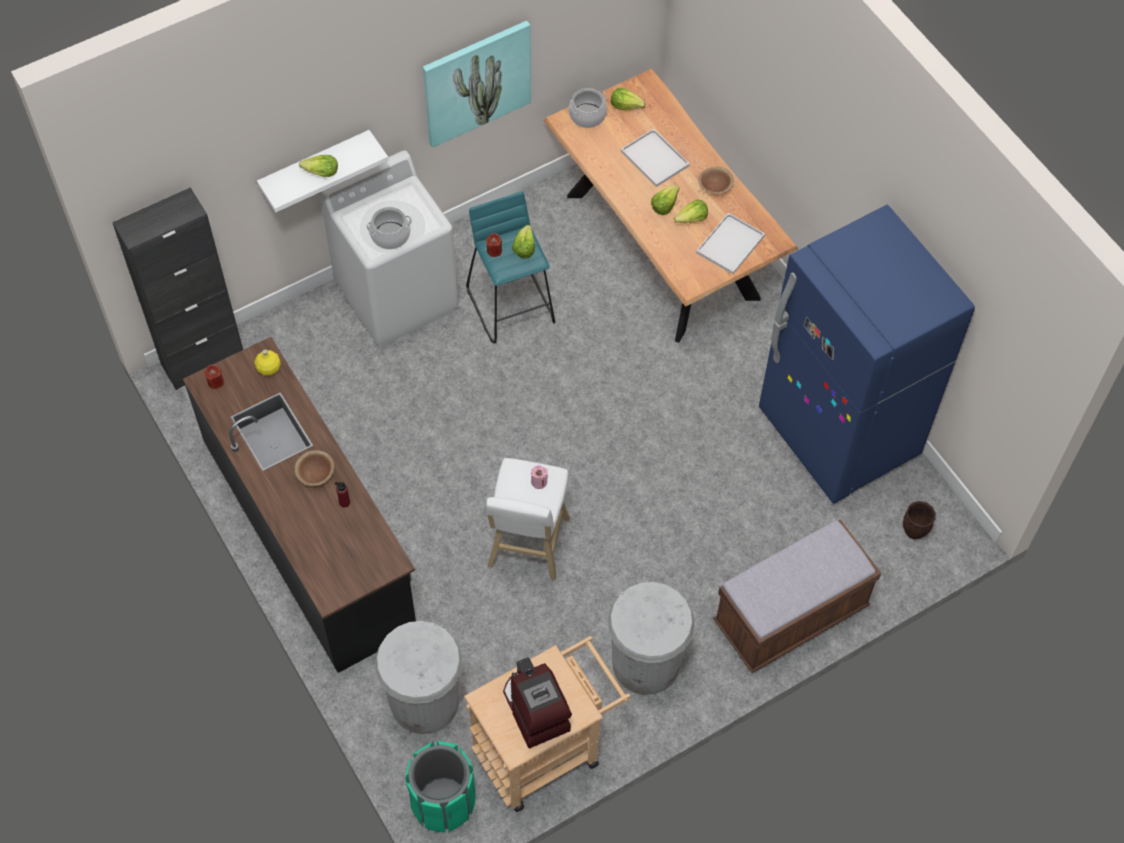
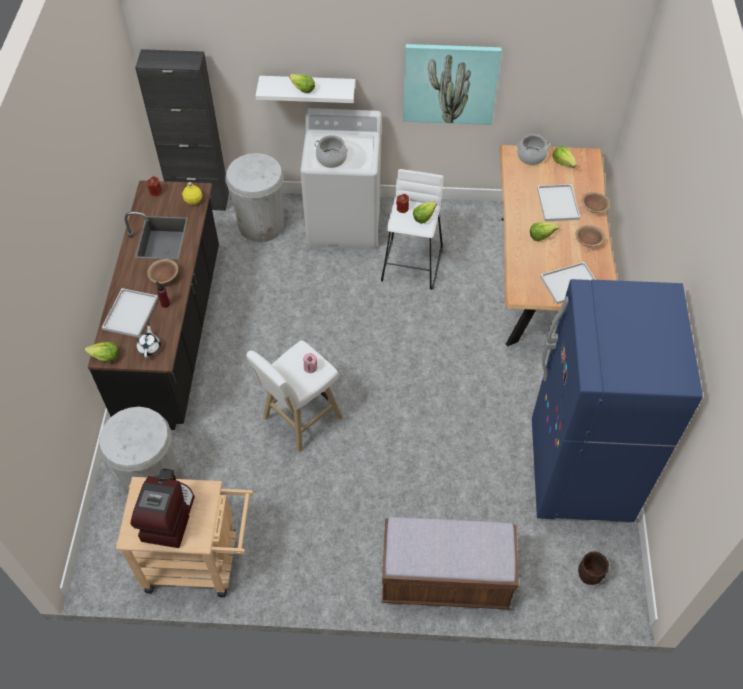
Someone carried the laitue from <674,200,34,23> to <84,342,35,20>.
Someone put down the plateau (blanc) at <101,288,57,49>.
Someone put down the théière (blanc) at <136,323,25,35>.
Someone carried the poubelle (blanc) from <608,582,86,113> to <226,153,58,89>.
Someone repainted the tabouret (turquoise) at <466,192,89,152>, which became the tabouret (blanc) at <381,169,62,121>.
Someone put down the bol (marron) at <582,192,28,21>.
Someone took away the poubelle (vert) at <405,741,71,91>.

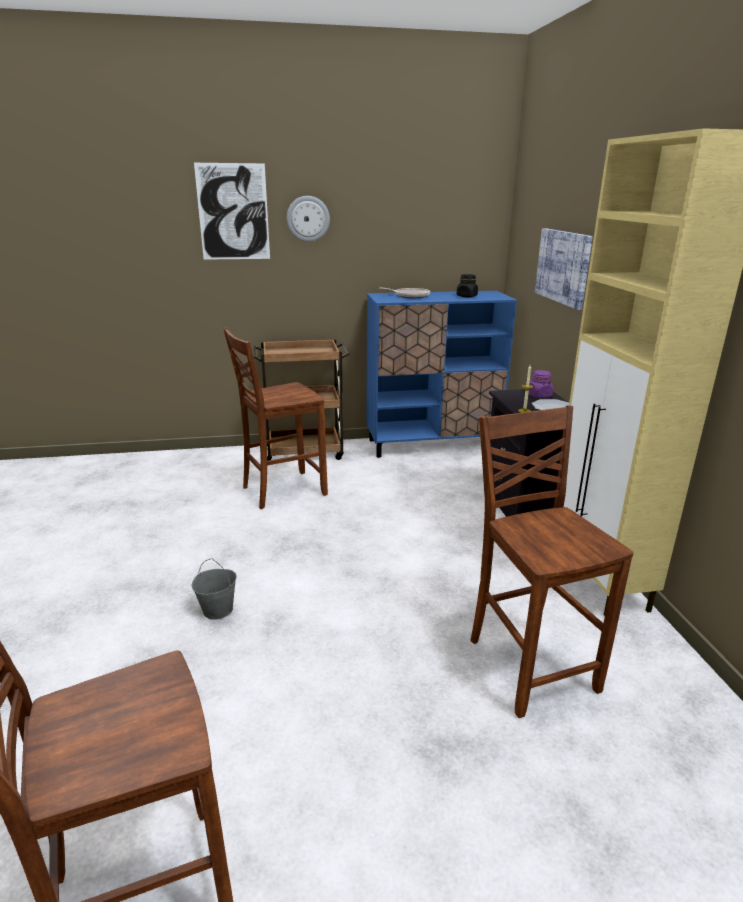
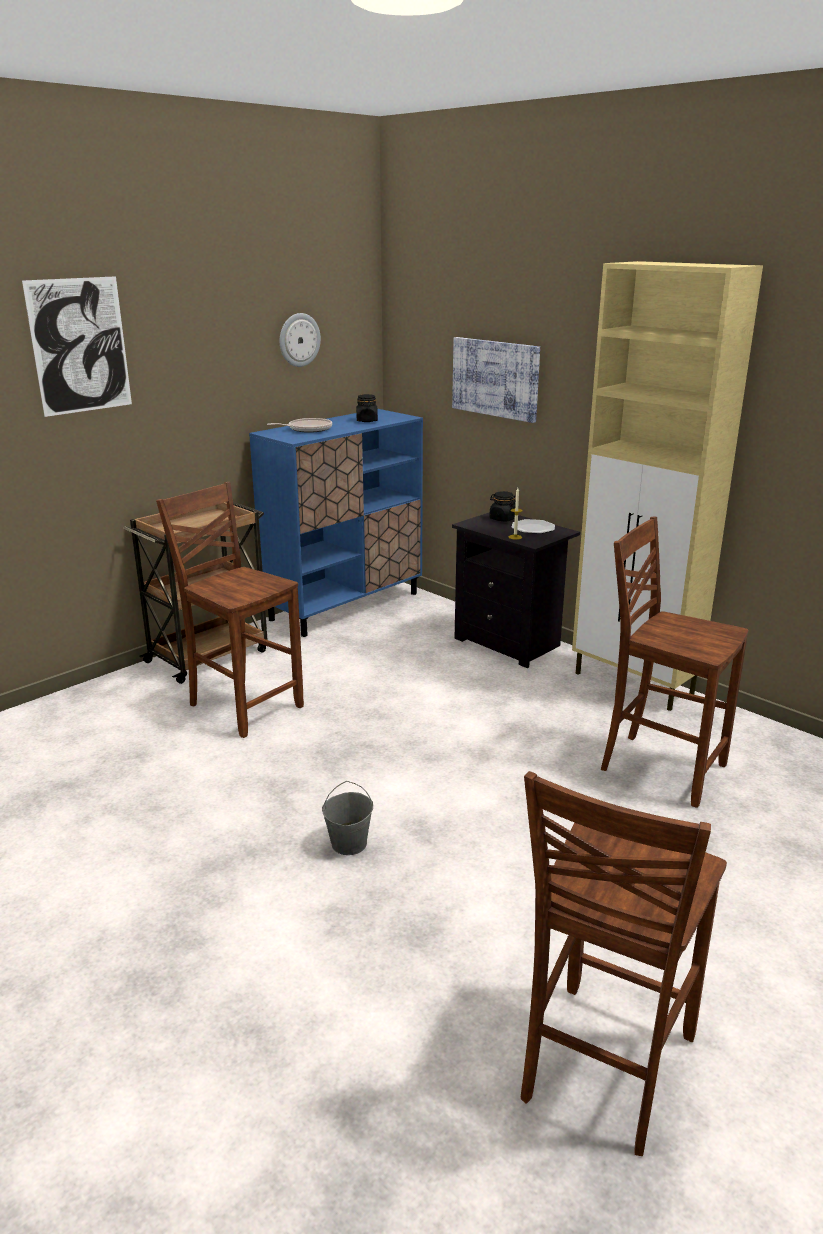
Someone rotated the chaise (marron) at <223,327,105,182> by 105 degrees clockwise.
Someone carried the horloge murale from <287,196,43,46> to <280,313,41,54>.
Someone repainted the bocal (violet) at <528,370,25,28>, which became the bocal (noir) at <489,491,27,31>.

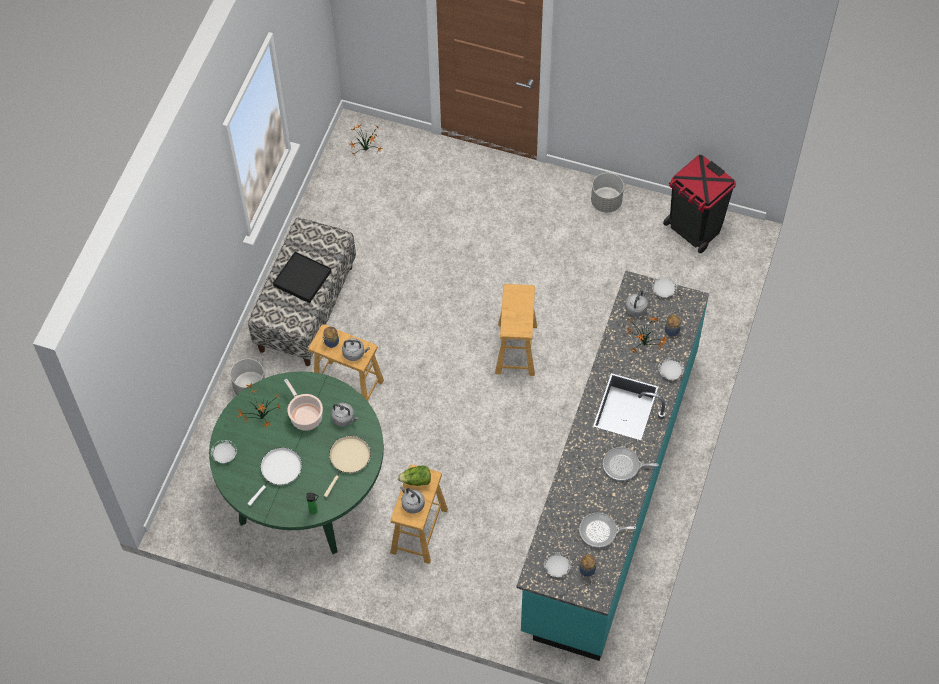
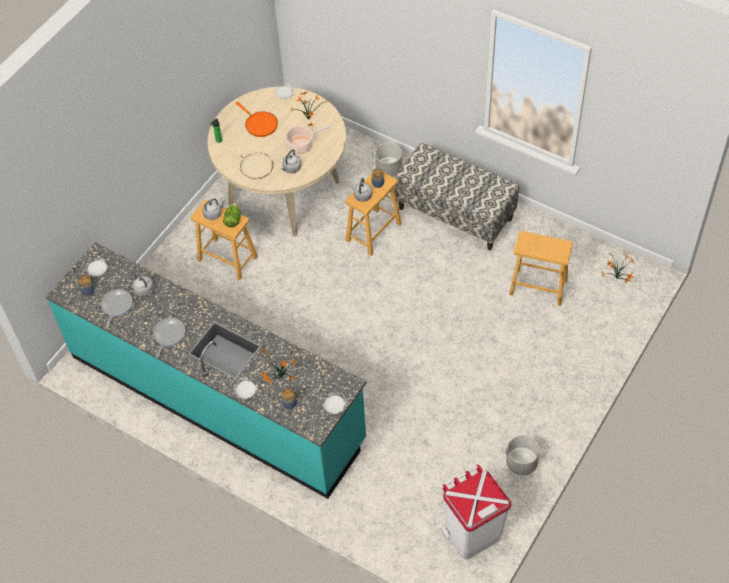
Someone carried the bouilloire (gris) from <625,288,23,29> to <132,273,22,24>.
Someone repainted the table à manger (vert) at <209,372,175,182>, which became the table à manger (beige) at <208,87,138,149>.
Someone repainted the poêle (blanc) at <247,447,55,59>, which became the poêle (orange) at <236,102,42,35>.
Someone repainted the poubelle (noir) at <663,155,73,98>, which became the poubelle (blanc) at <441,464,70,96>.
Someone carried the tabouret (marron) from <495,284,42,92> to <509,231,64,75>.
Someone took away the plateau (noir) at <273,252,58,51>.

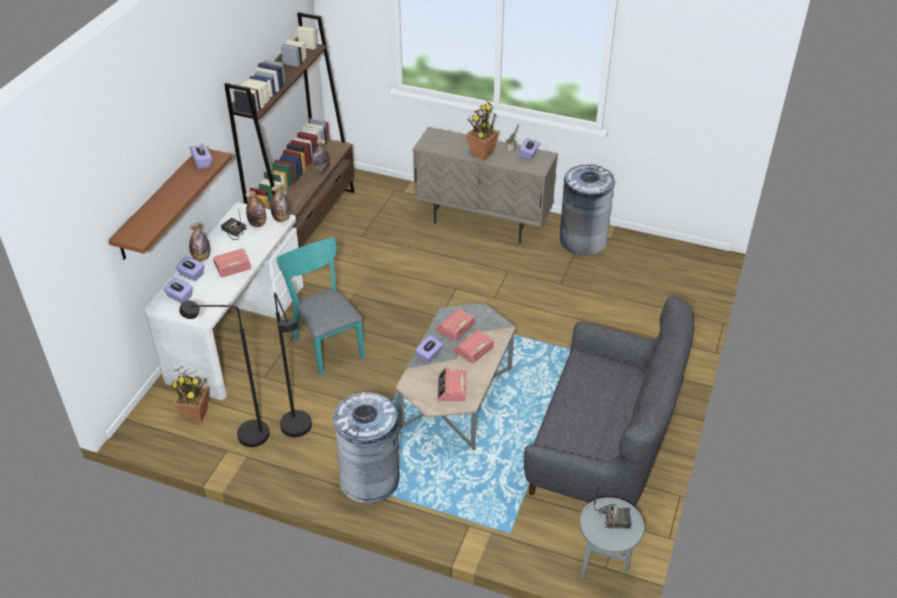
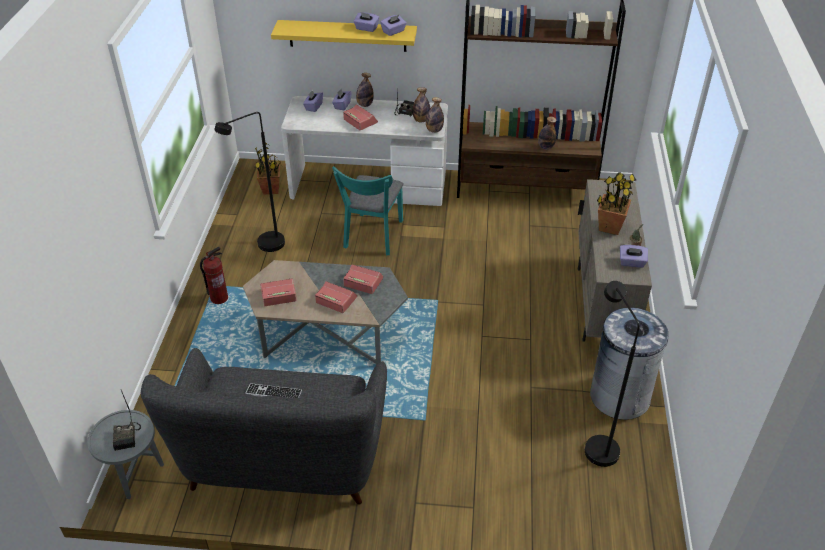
Someone swapped the poubelle (gris) at <333,392,66,112> for the extincteur at <200,247,28,57>.
Someone put down the clavier at <245,383,57,15>.
Someone repainted the étagère (marron) at <108,149,124,111>, which became the étagère (jaune) at <271,20,146,32>.
Someone rotated the chaise (turquoise) at <276,238,89,138> by 150 degrees clockwise.
Someone carried the boîte à mouchoirs (violet) from <415,335,28,28> to <353,12,26,20>.
Someone carried the lampadaire (noir) from <179,300,91,147> to <585,281,55,186>.

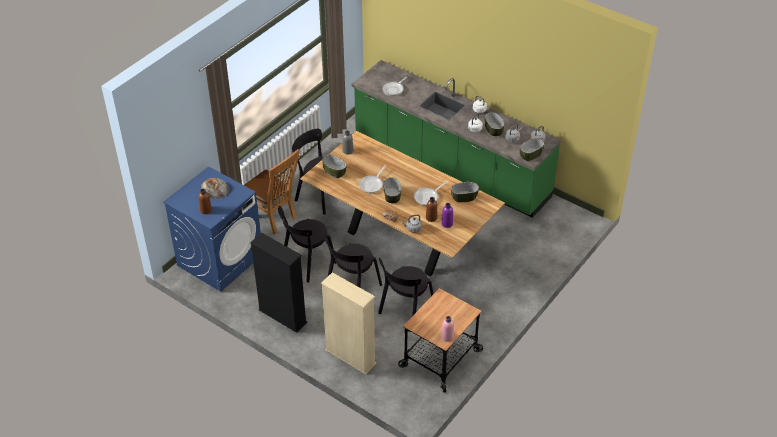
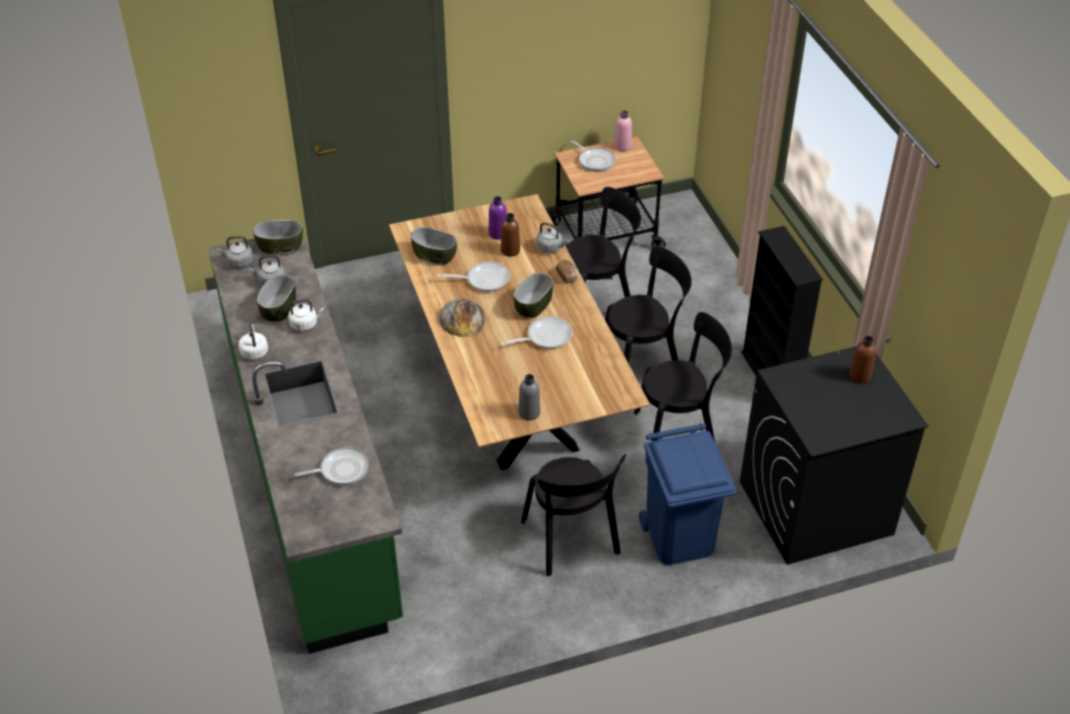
Someone carried the pain from <201,178,28,21> to <440,299,45,38>.
Someone put down the poêle at <571,140,44,32>.
Someone swapped the chaise (marron) at <244,149,55,85> for the poubelle (bleu) at <639,423,97,142>.
Someone repainted the lave-linge (bleu) at <163,166,98,126>, which became the lave-linge (noir) at <740,346,188,219>.
Someone took away the bibliothèque (beige) at <321,272,55,102>.
Someone took away the bol at <322,155,24,23>.

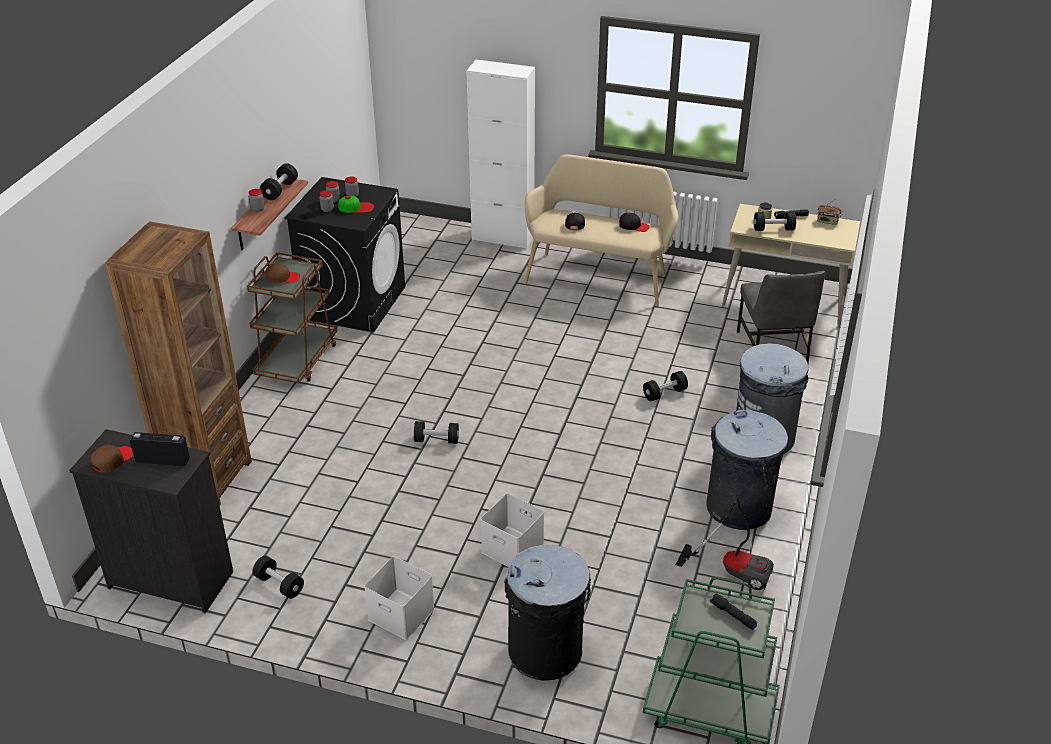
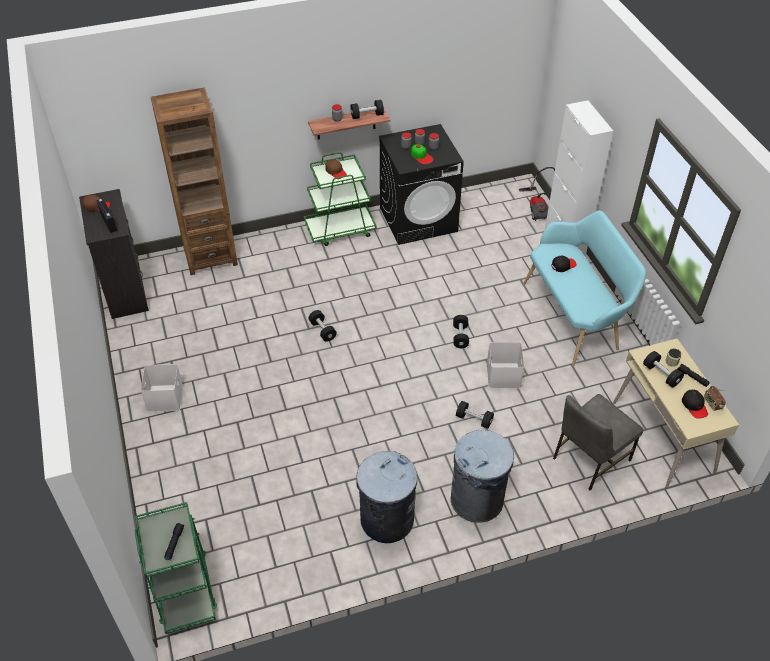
Someone repainted the chariot (marron) at <247,252,90,131>, which became the chariot (vert) at <304,152,73,94>.
Someone carried the haltère (noir) from <252,555,52,44> to <453,315,16,33>.
Someone carried the boîte de rangement (blanc) from <481,493,63,74> to <486,342,38,46>.
Someone carried the aspirateur from <676,497,98,93> to <519,167,36,54>.
Someone repainted the banc (beige) at <524,154,154,152>, which became the banc (turquoise) at <523,211,123,155>.
Someone carried the casquette (noir) from <619,213,30,19> to <682,390,26,29>.
Someone took away the poubelle (noir) at <504,545,87,136>.

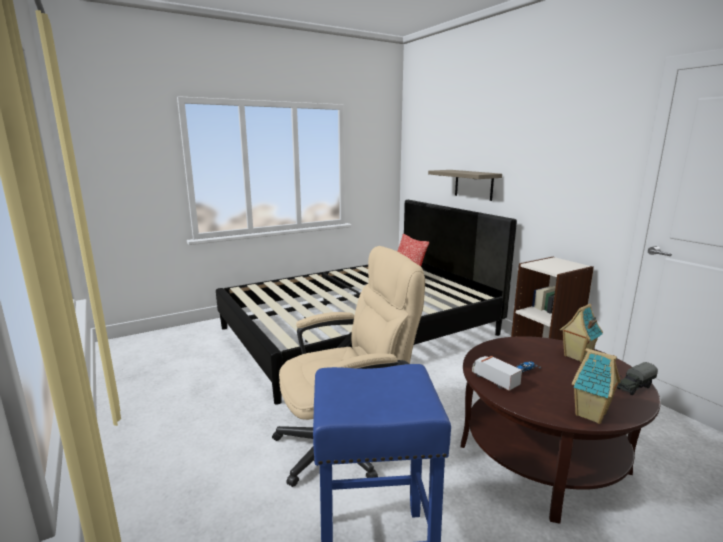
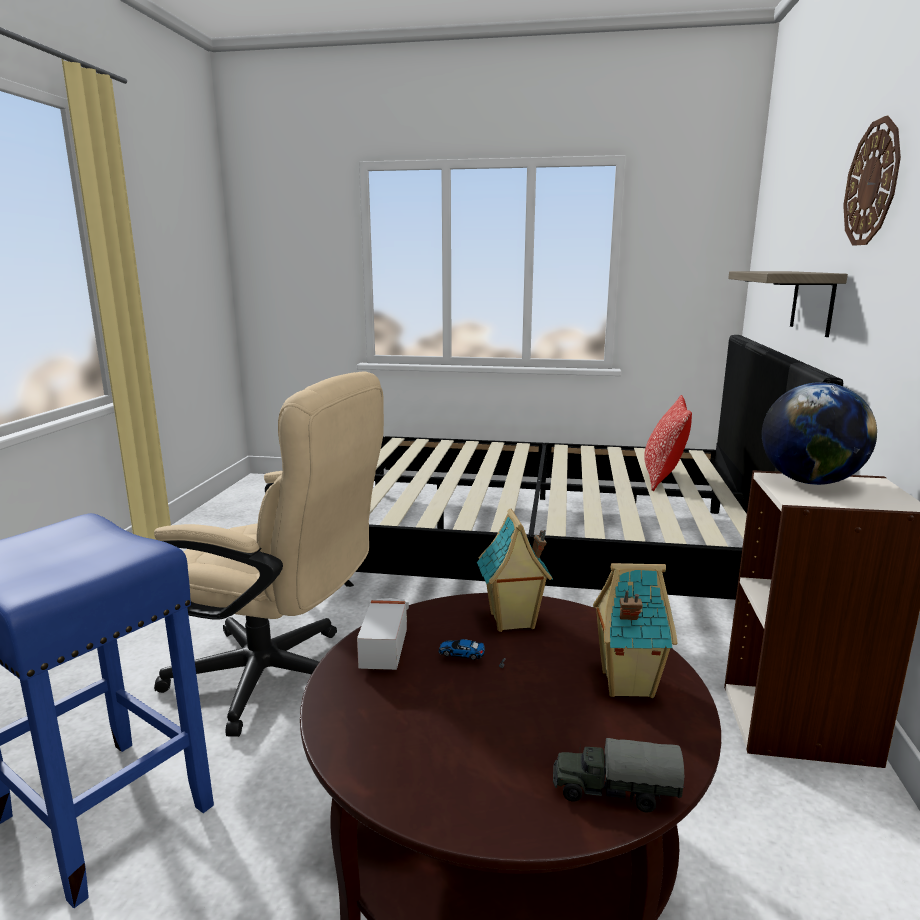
Someone carried the maison miniature from <572,348,48,76> to <477,508,76,124>.
Someone put down the globe at <762,382,115,103>.
Someone put up the horloge murale at <843,116,58,130>.

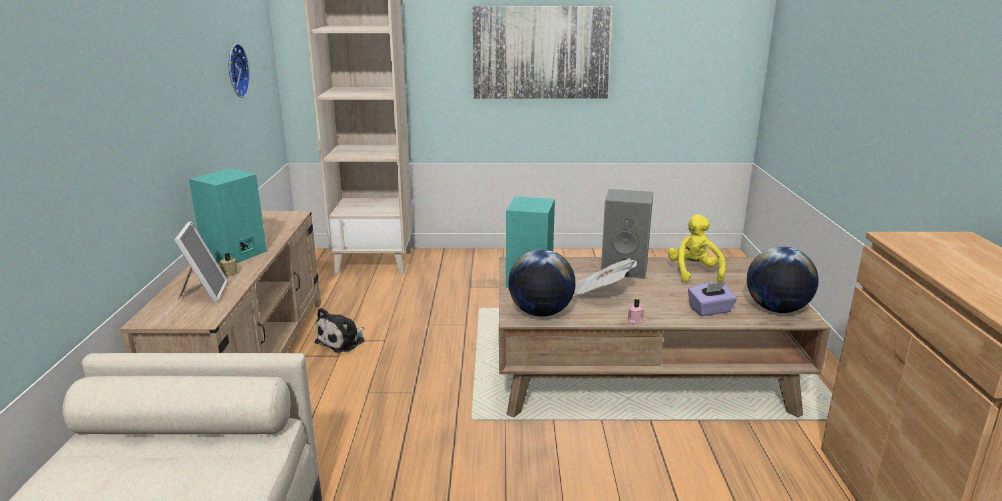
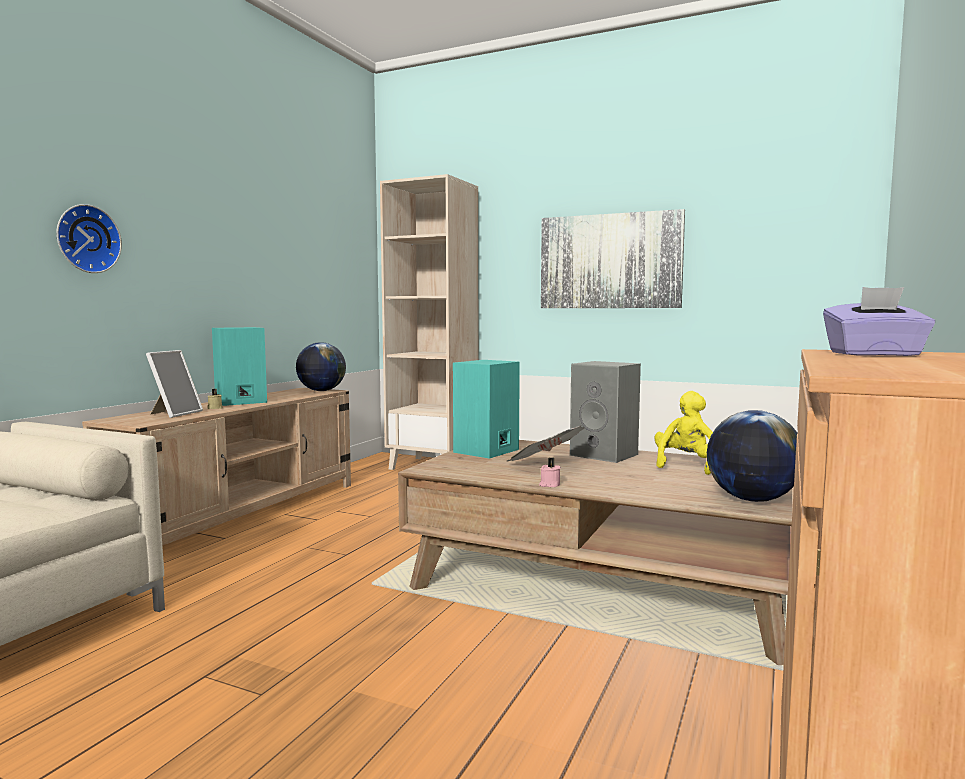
Someone carried the horloge murale from <229,44,21,54> to <56,204,66,69>.
Someone carried the globe from <508,249,68,68> to <296,342,50,49>.
Someone carried the boîte à mouchoirs (violet) from <688,282,49,34> to <823,287,112,69>.
Someone took away the peluche at <315,308,50,45>.

